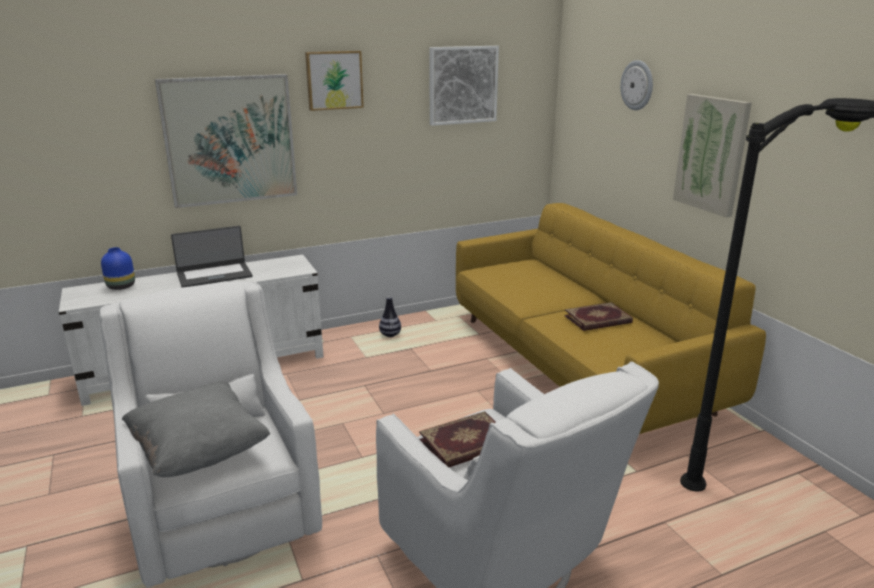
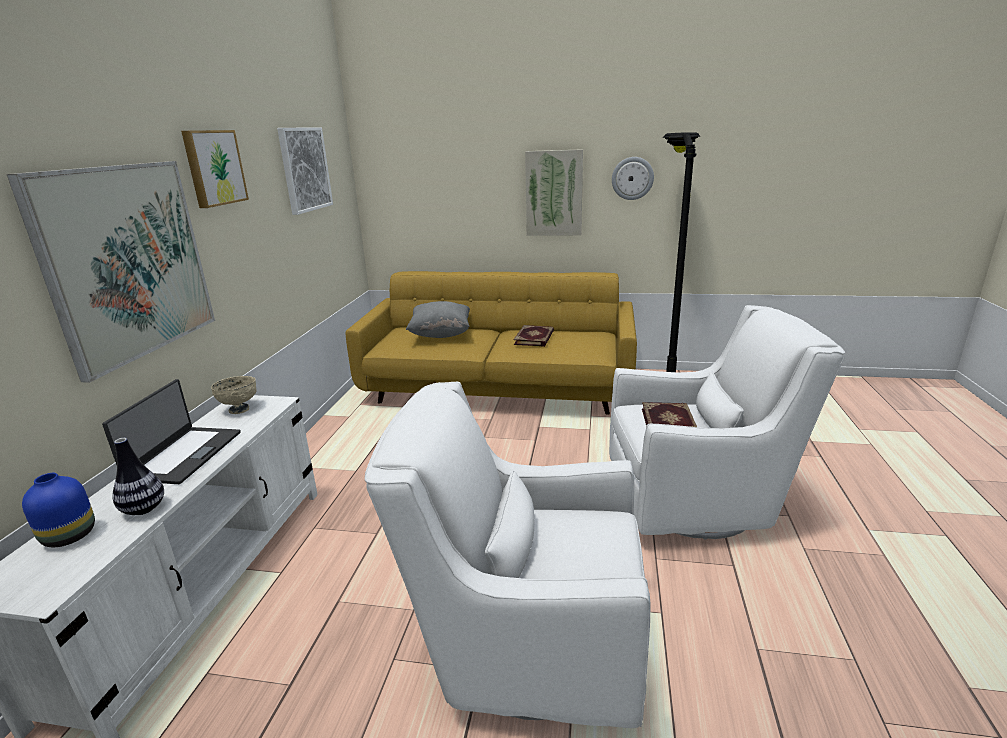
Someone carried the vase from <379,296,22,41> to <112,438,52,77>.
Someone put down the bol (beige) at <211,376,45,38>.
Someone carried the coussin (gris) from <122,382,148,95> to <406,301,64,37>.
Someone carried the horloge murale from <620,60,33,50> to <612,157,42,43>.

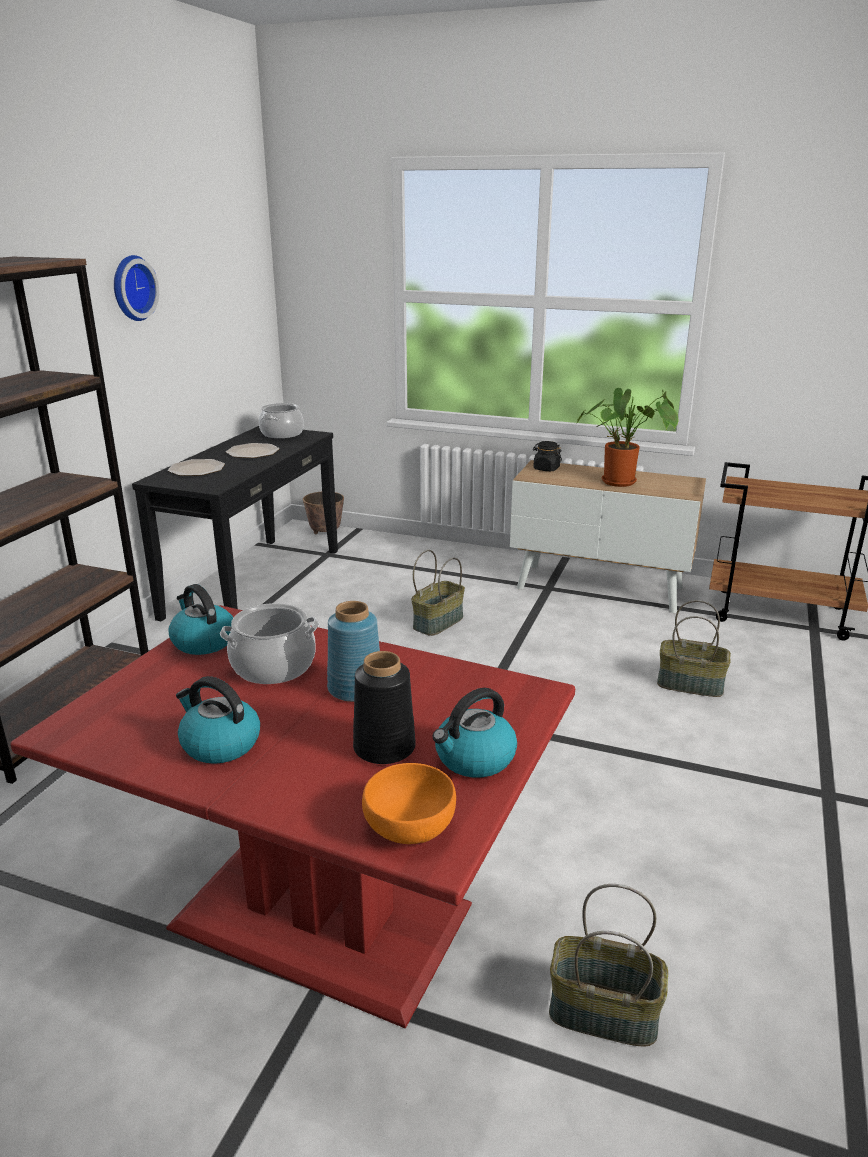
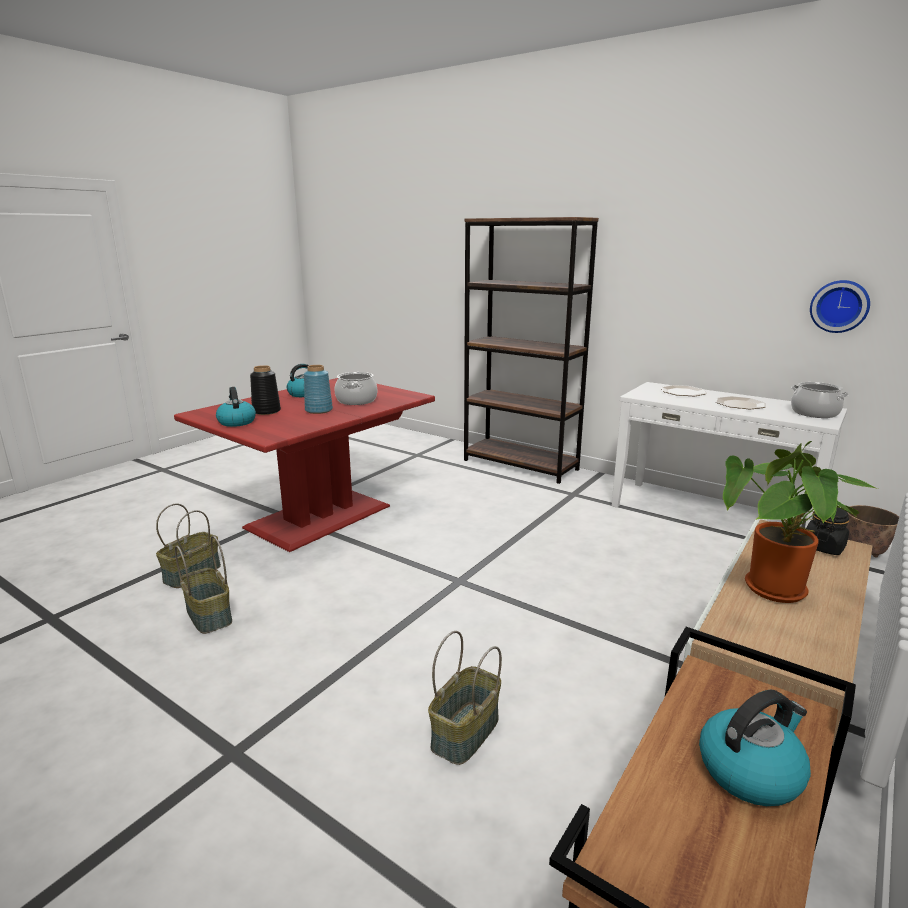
Someone carried the panier from <411,550,54,86> to <175,536,57,98>.
Someone repainted the table console (noir) at <132,426,206,195>, which became the table console (blanc) at <611,382,236,146>.
Someone carried the bouilloire from <168,584,65,71> to <699,689,112,117>.
Someone carried the horloge murale from <114,255,45,66> to <810,280,60,53>.
Someone took away the bol (orange) at <362,763,94,81>.

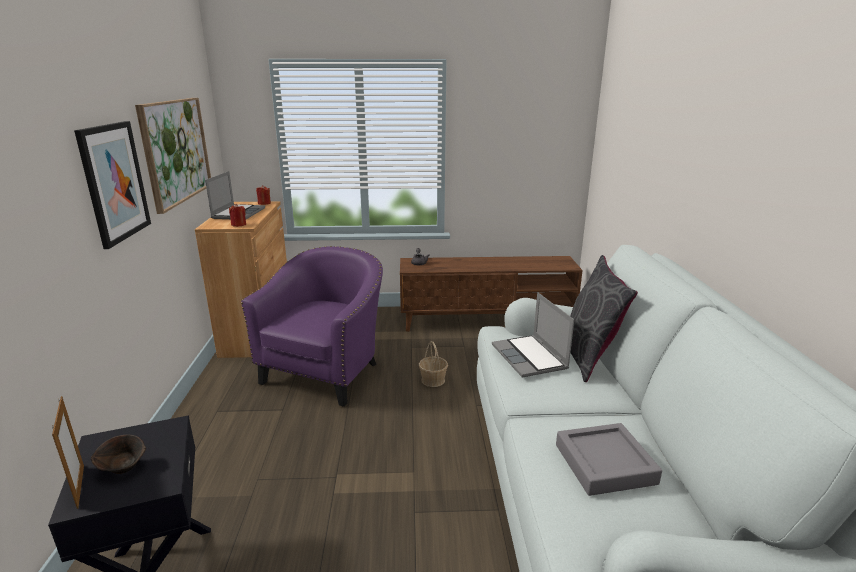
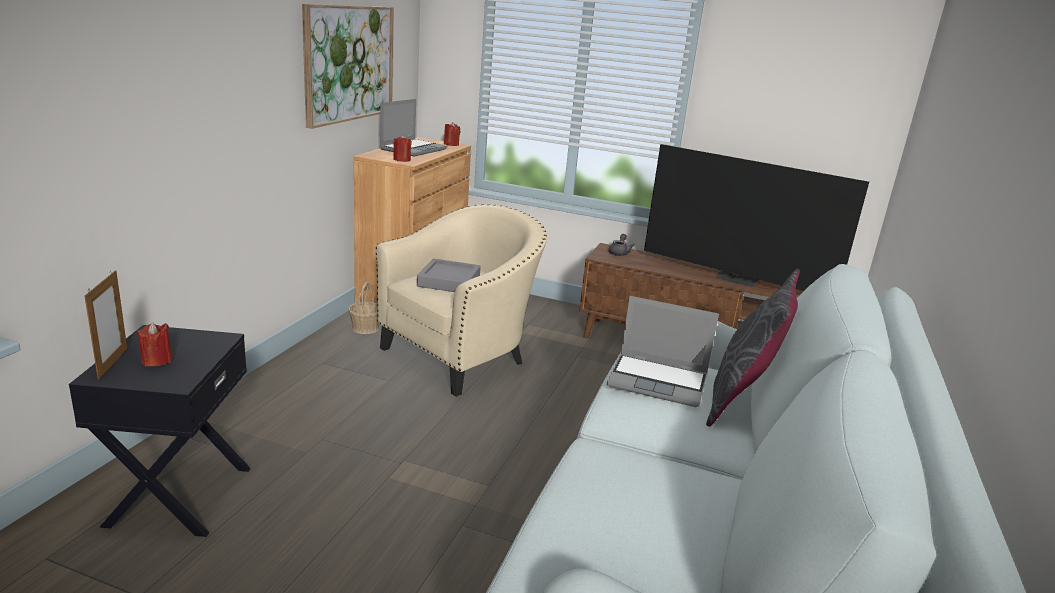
Someone swapped the bol (marron) at <91,435,55,39> for the bougie (rouge) at <138,322,34,45>.
Someone carried the panier from <419,341,29,46> to <348,282,31,52>.
Someone repainted the fauteuil (violet) at <241,246,142,161>, which became the fauteuil (beige) at <376,204,171,193>.
Someone carried the plateau (gris) from <556,423,106,73> to <417,259,64,33>.
Someone rotated the ordinateur portable at <492,292,82,86> by 75 degrees counterclockwise.
Someone put down the téléviseur at <644,144,225,147>.
Someone took away the tableau at <74,121,77,128>.

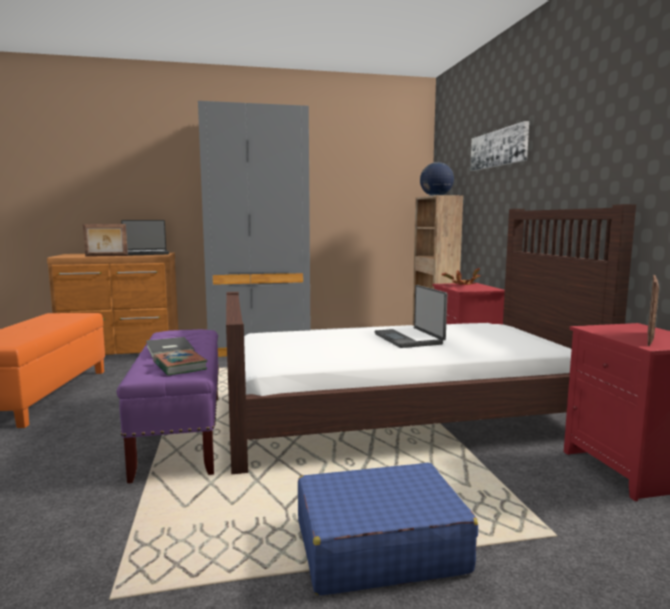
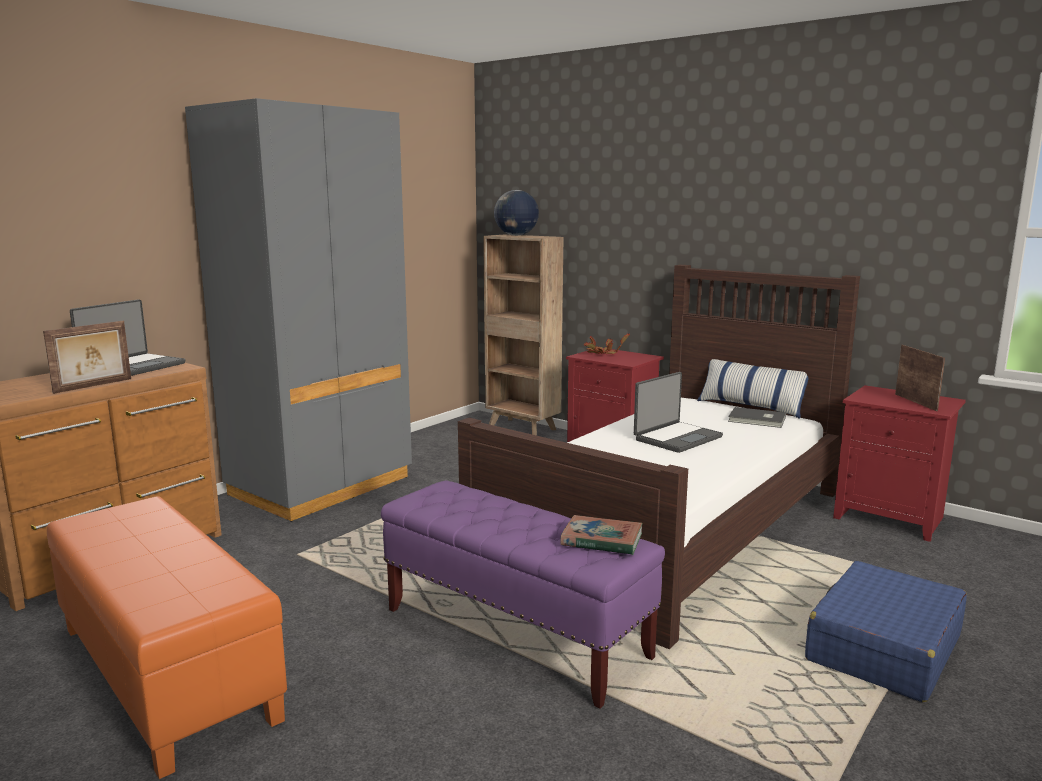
Someone rotated the ordinateur portable at <375,285,72,63> by 75 degrees counterclockwise.
Someone put down the coussin at <697,359,112,60>.
Someone carried the livre (gris) from <146,337,49,21> to <728,407,58,21>.
Someone took away the tableau at <470,121,59,50>.

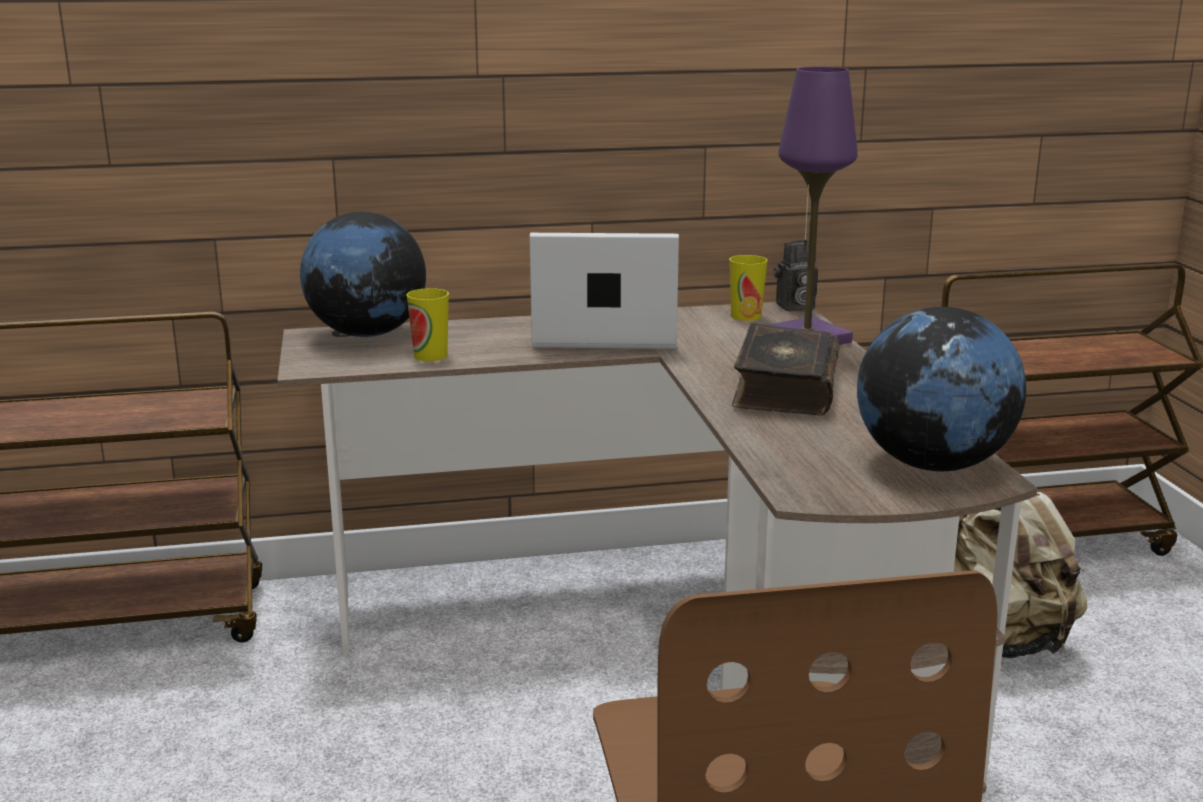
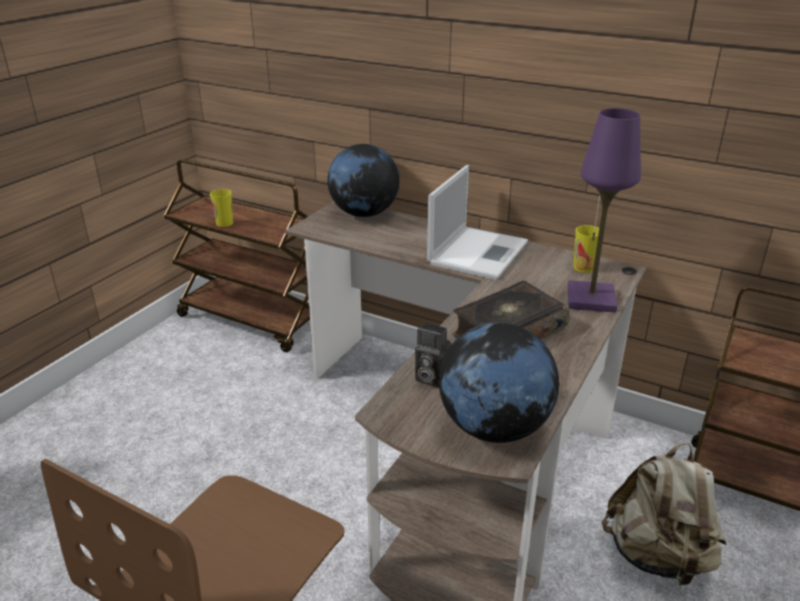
Someone carried the tasse from <406,288,43,73> to <210,189,23,38>.
Someone carried the appareil photo from <774,240,44,71> to <415,323,37,65>.
Someone rotated the ordinateur portable at <530,233,149,116> by 75 degrees clockwise.

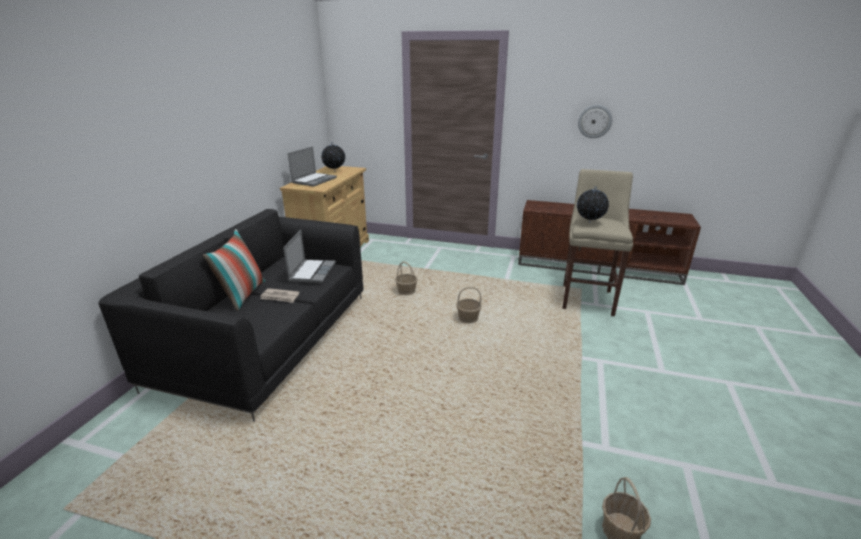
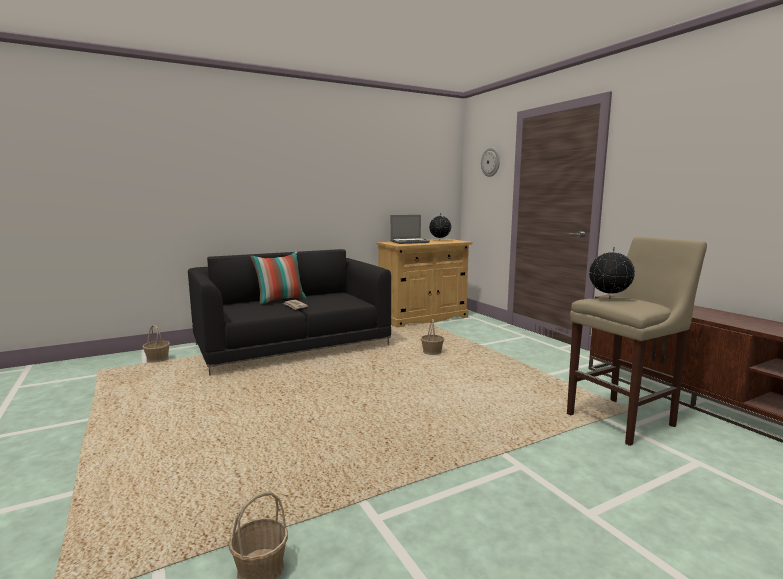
Someone carried the panier from <456,287,26,36> to <142,325,28,38>.
Someone carried the horloge murale from <578,105,34,33> to <481,147,19,30>.
Someone took away the ordinateur portable at <283,230,53,53>.

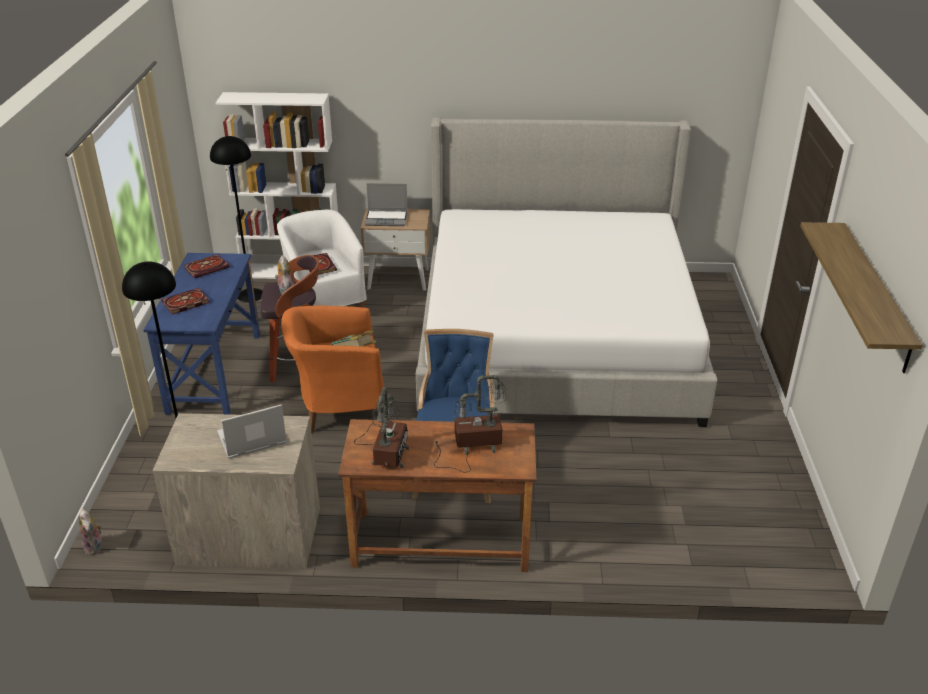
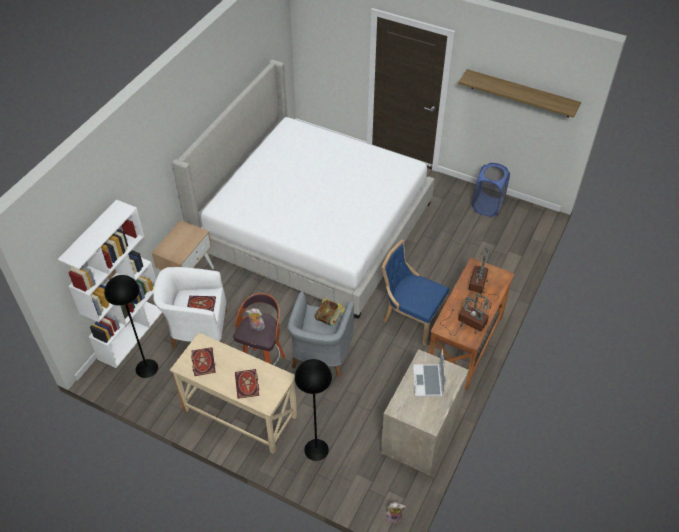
Someone repainted the bureau (bleu) at <144,253,116,162>, which became the bureau (beige) at <170,333,127,121>.
Someone repainted the fauteuil (orange) at <281,305,103,128>, which became the fauteuil (gris) at <288,292,66,86>.
Someone put down the panier à linge (bleu) at <472,163,38,54>.
Someone took away the ordinateur portable at <365,183,43,43>.

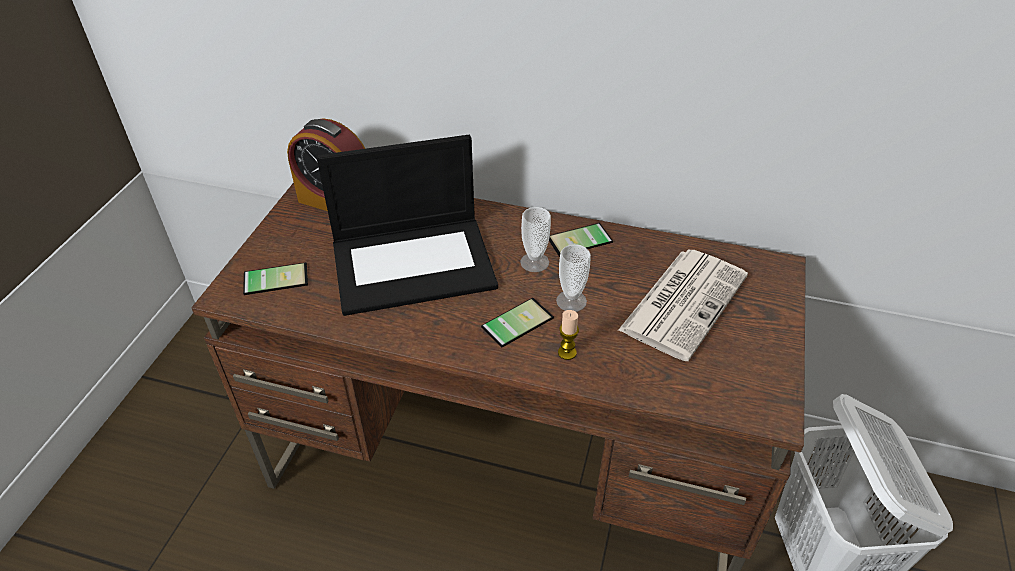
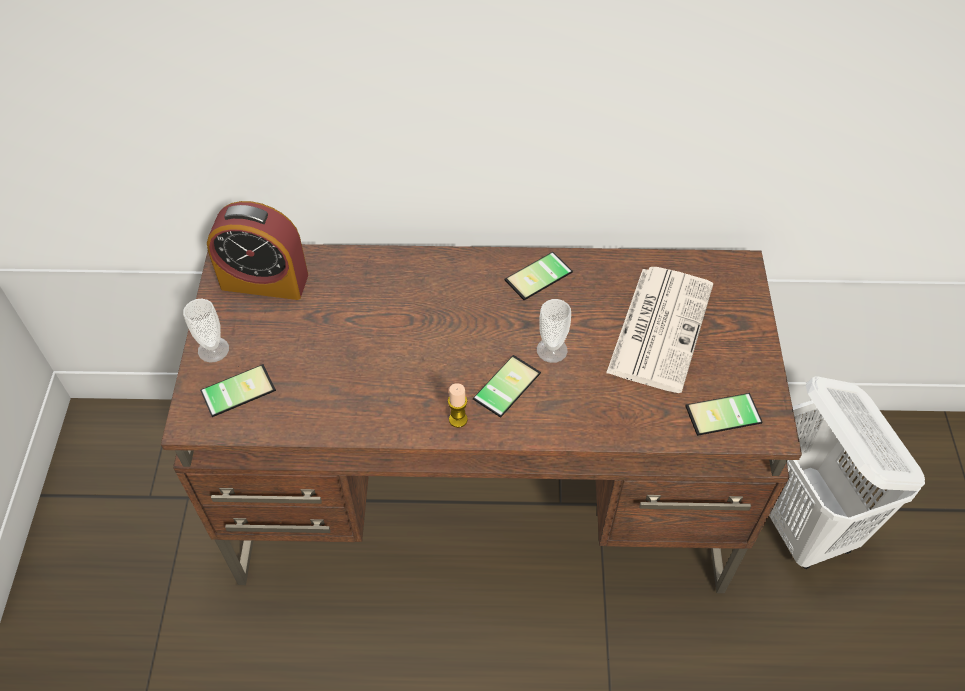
Someone carried the tasse from <520,207,31,65> to <183,299,46,64>.
Someone carried the bougie from <558,310,21,50> to <448,383,20,45>.
Someone put down the téléphone at <685,393,78,43>.
Someone took away the ordinateur portable at <317,135,181,181>.

